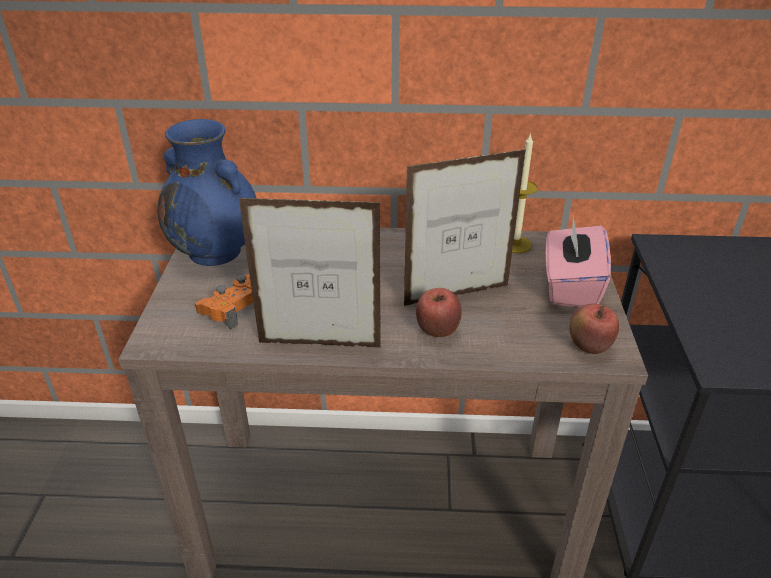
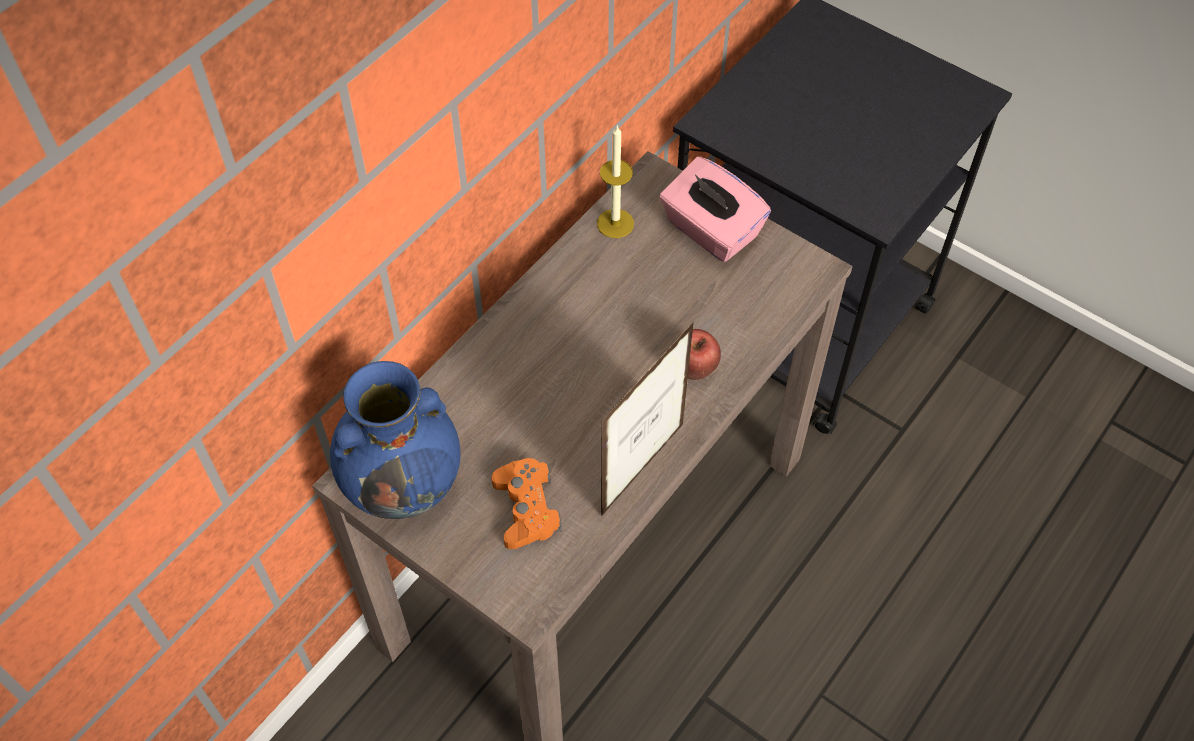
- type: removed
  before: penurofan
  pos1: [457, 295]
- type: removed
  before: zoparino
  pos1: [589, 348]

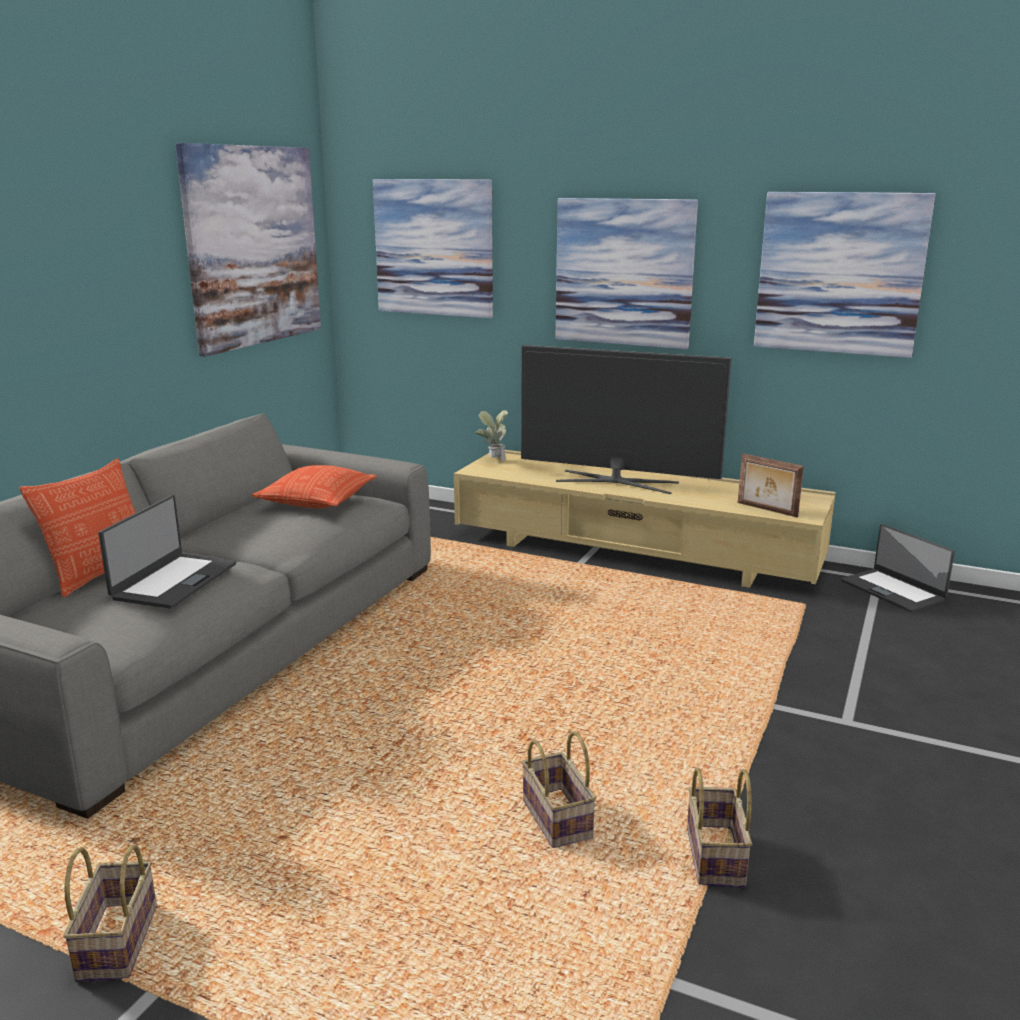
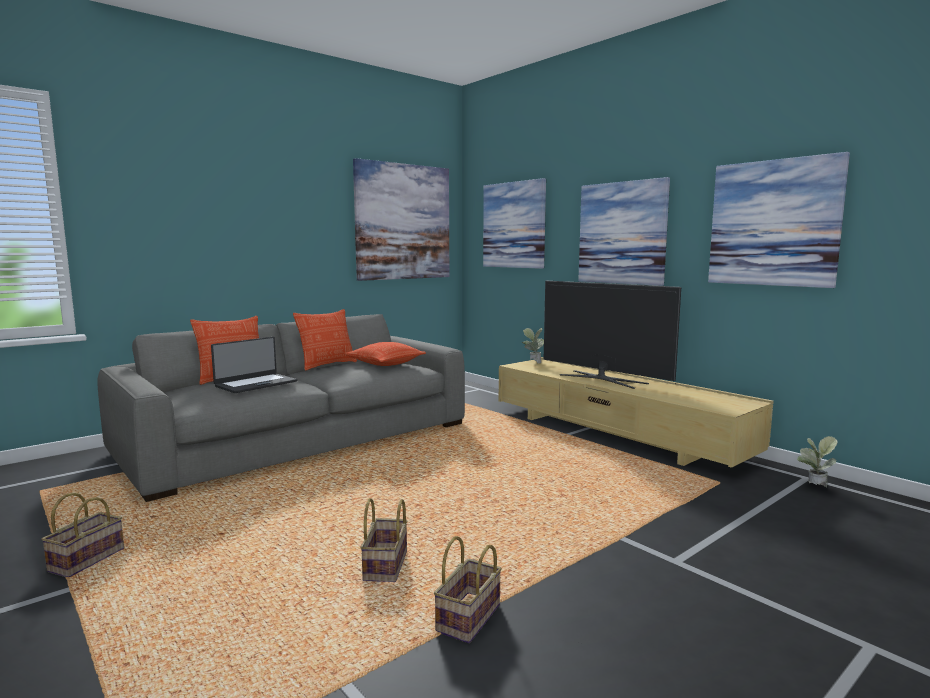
- type: added
  after: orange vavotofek
  pos2: [327, 365]
- type: replaced
  before: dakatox
  after: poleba
  pos1: [893, 590]
  pos2: [813, 487]
- type: removed
  before: penurofan
  pos1: [766, 510]

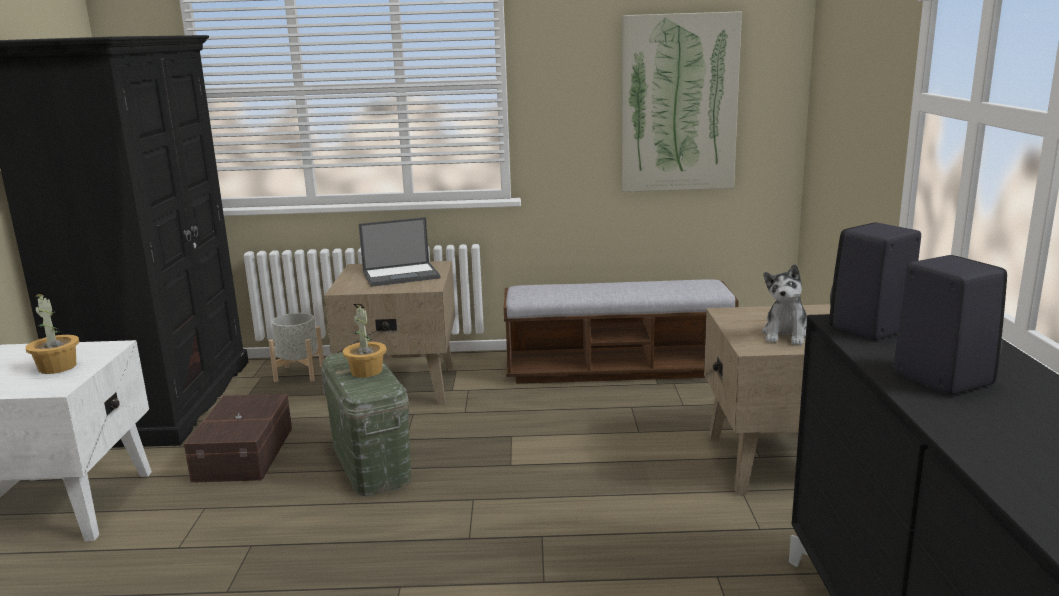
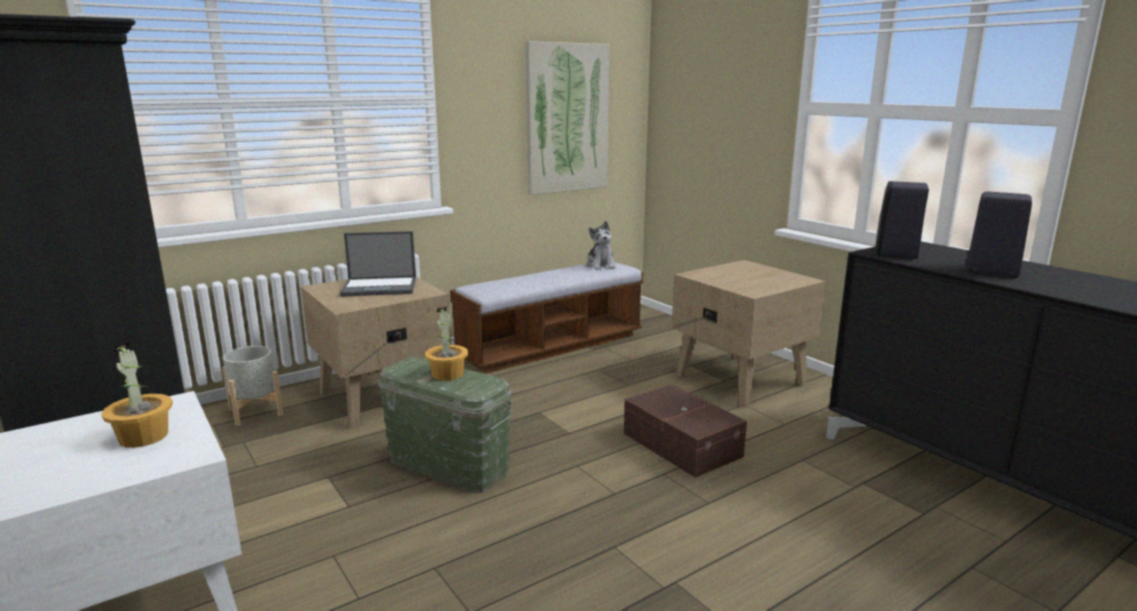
- type: turned
  before: dakatox
  pos1: [402, 275]
  pos2: [380, 287]
  turn: 45
- type: moved
  before: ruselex
  pos1: [786, 335]
  pos2: [601, 265]
- type: moved
  before: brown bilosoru
  pos1: [246, 453]
  pos2: [682, 444]

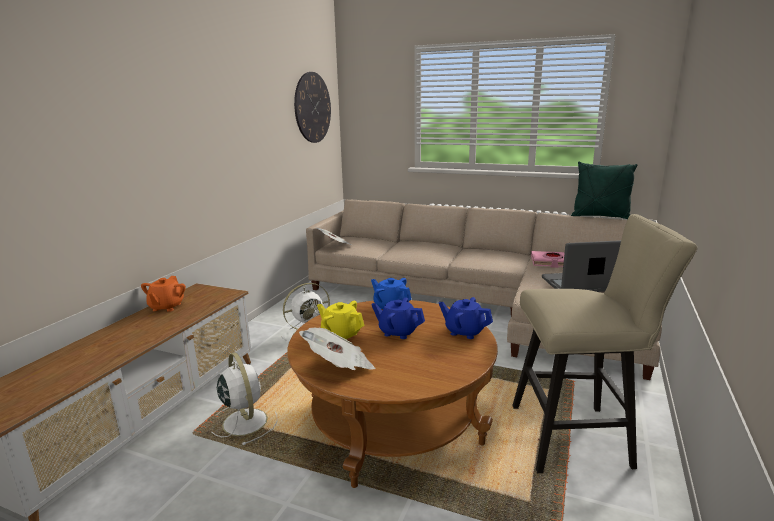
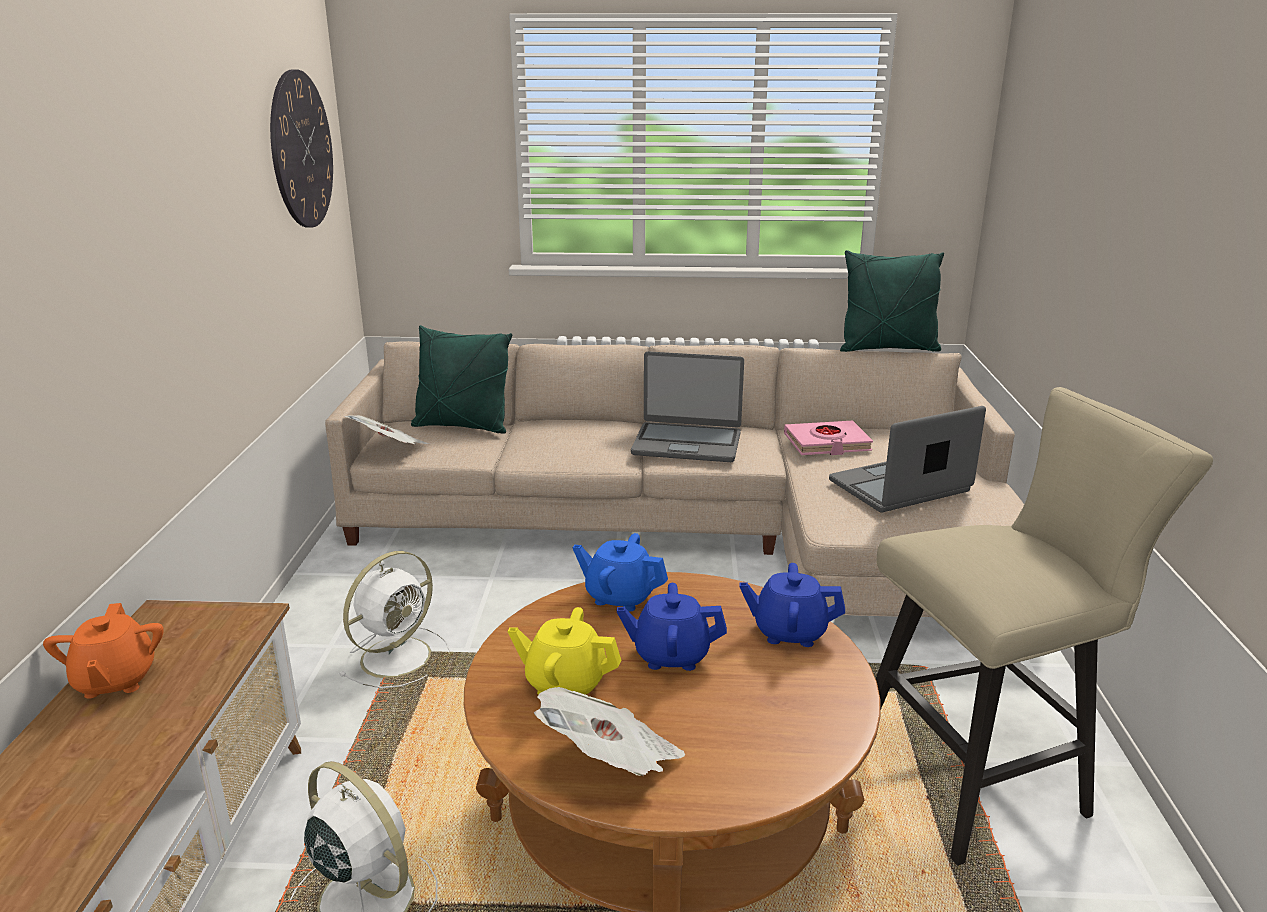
- type: added
  after: green vavotofek
  pos2: [462, 426]
- type: added
  after: dakatox
  pos2: [687, 443]

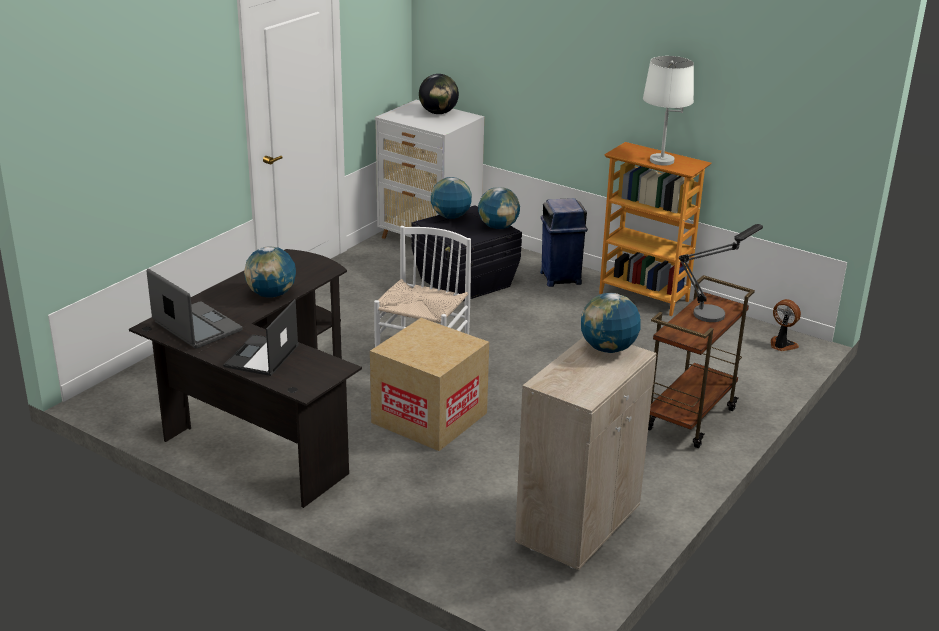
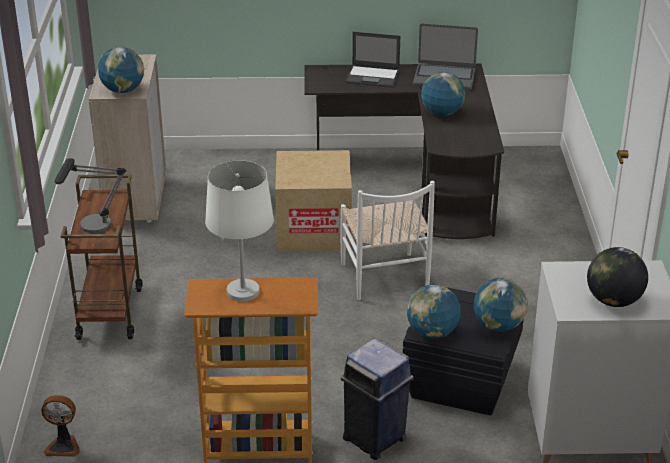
- type: turned
  before: dakatox
  pos1: [261, 356]
  pos2: [373, 77]
  turn: 120

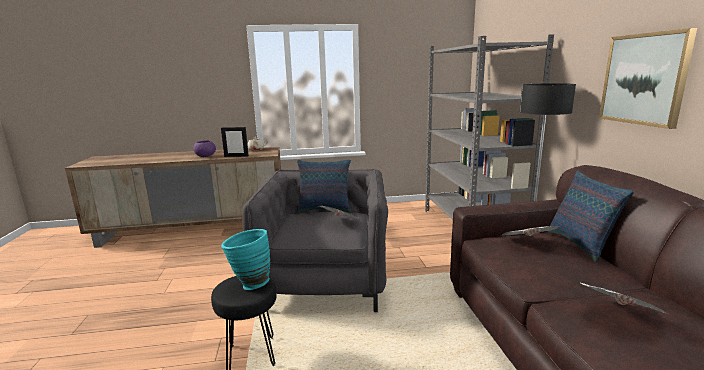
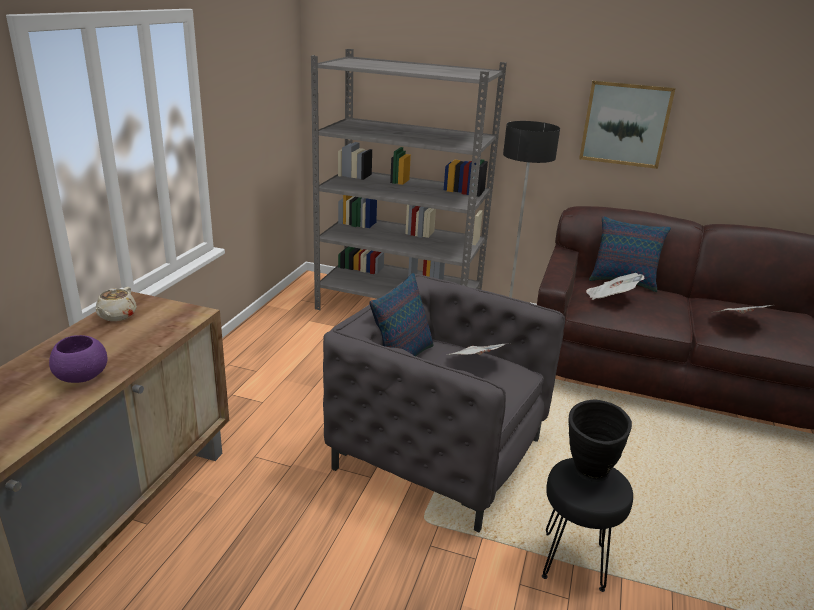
- type: recoloured
  before: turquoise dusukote
  after: black dusukote
  pos1: [249, 284]
  pos2: [588, 475]
- type: removed
  before: penurofan
  pos1: [236, 156]

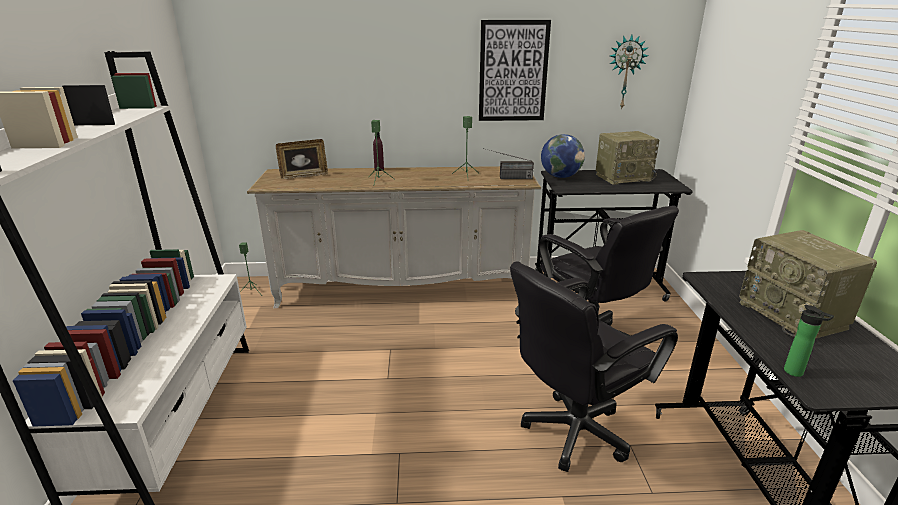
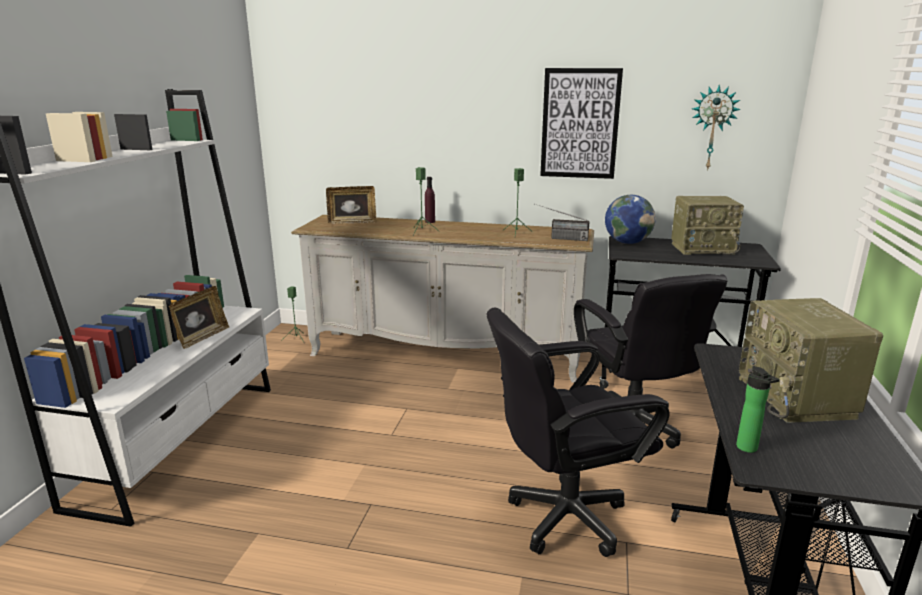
- type: added
  after: penurofan
  pos2: [202, 337]

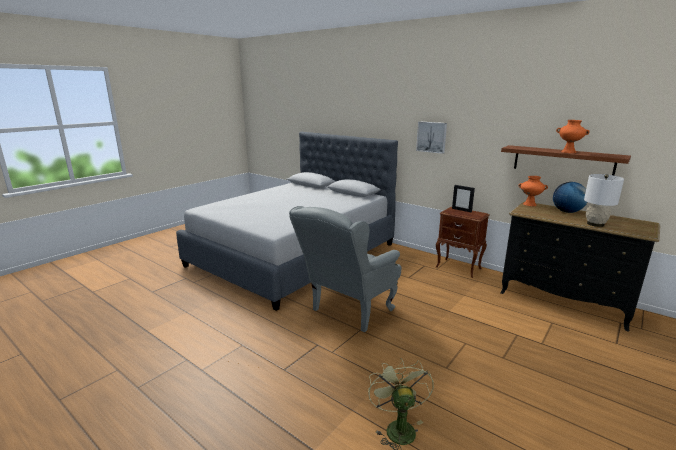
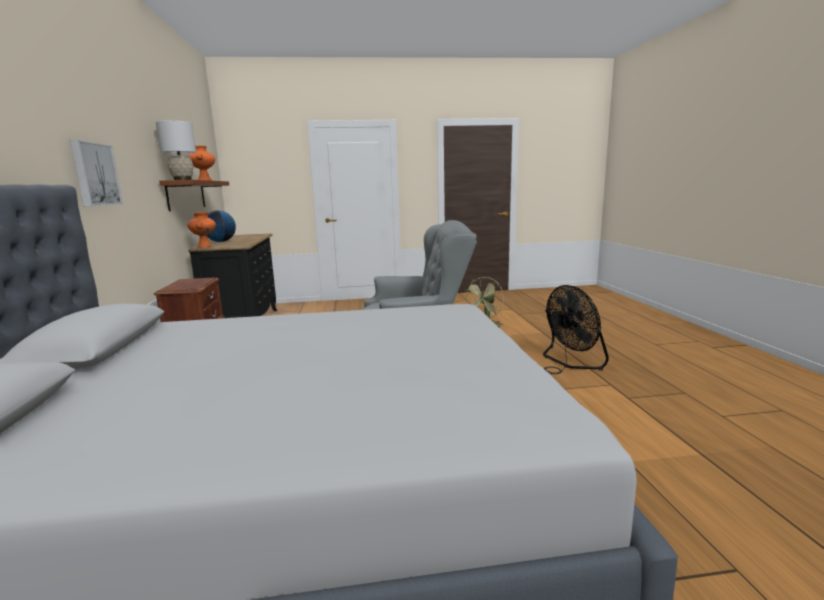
- type: moved
  before: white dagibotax
  pos1: [595, 224]
  pos2: [182, 179]
- type: added
  after: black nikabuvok
  pos2: [565, 361]
- type: removed
  before: penurofan
  pos1: [462, 210]

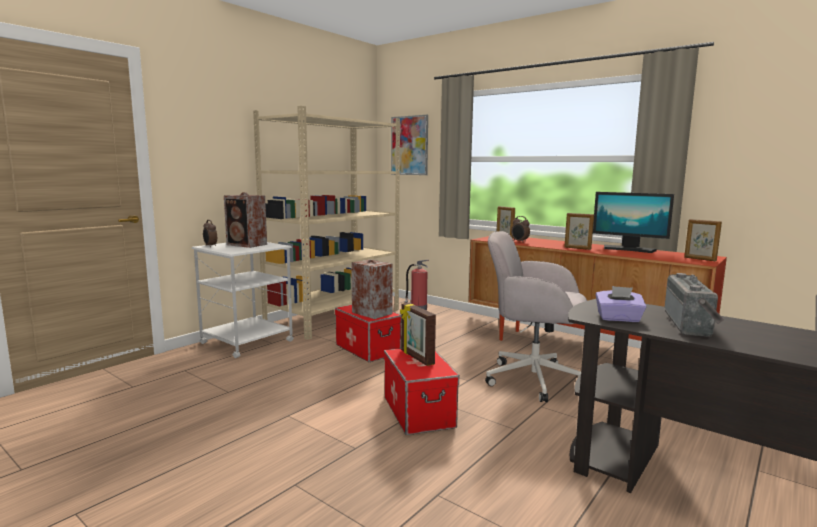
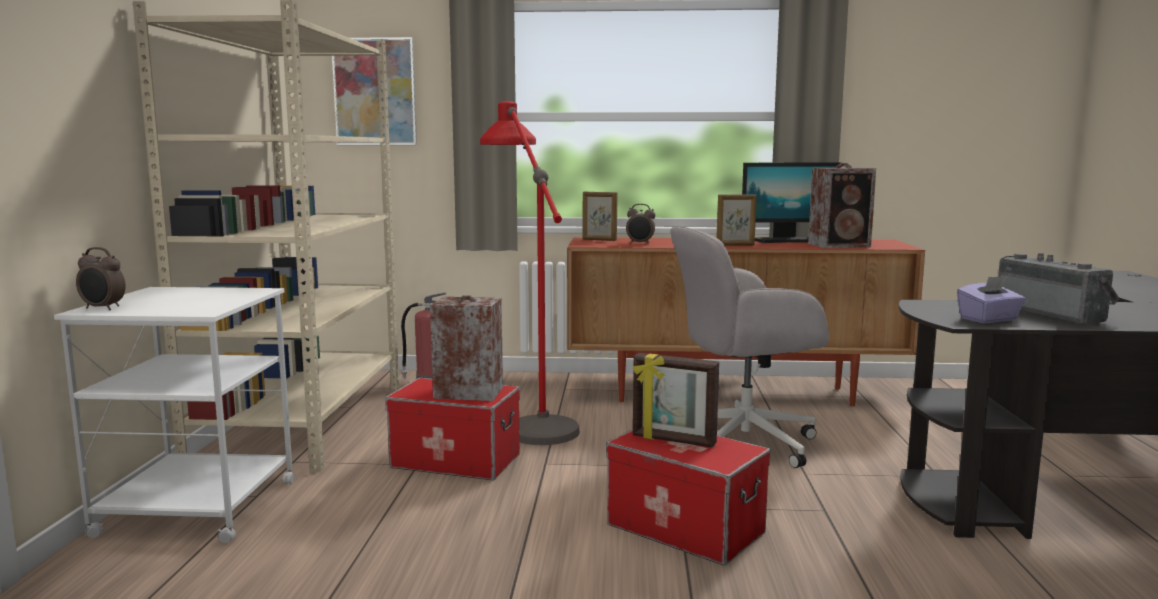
- type: added
  after: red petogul
  pos2: [529, 415]
- type: moved
  before: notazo
  pos1: [247, 245]
  pos2: [841, 245]
- type: removed
  before: penurofan
  pos1: [700, 259]

